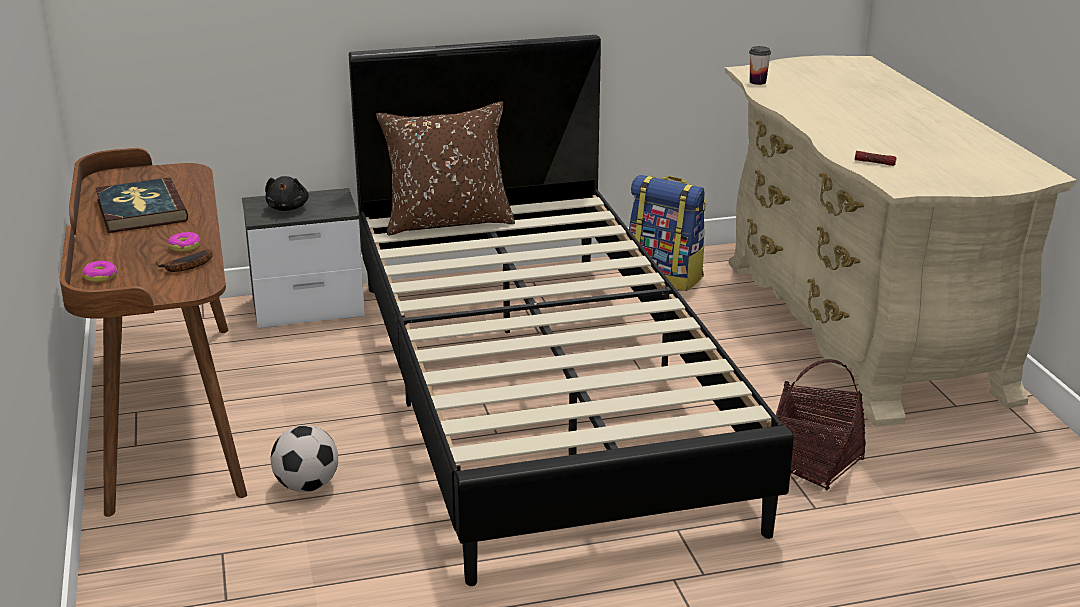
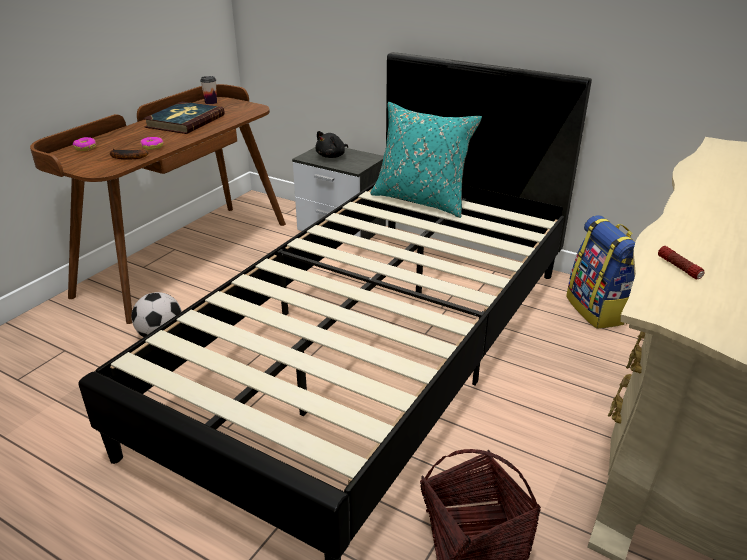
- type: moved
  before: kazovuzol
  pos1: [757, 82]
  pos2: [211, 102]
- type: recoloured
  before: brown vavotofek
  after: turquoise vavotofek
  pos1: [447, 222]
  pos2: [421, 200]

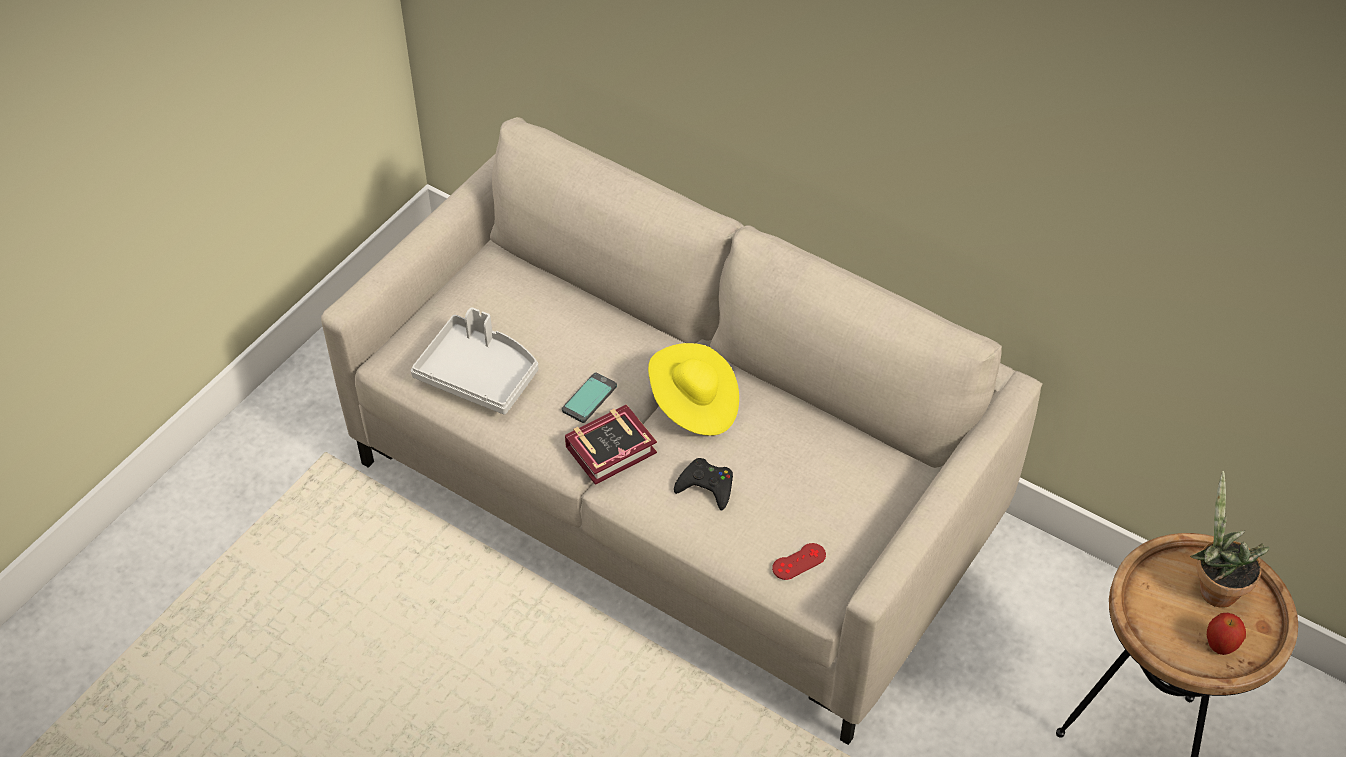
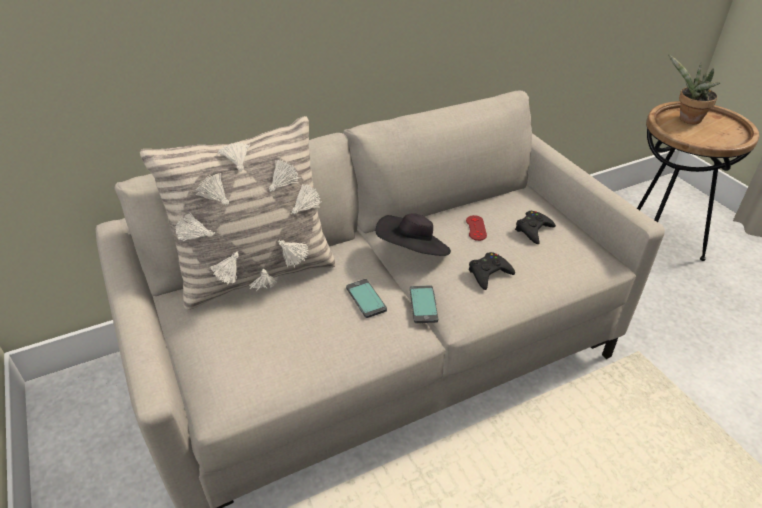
- type: added
  after: beige vavotofek
  pos2: [257, 275]
- type: recoloured
  before: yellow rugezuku
  after: black rugezuku
  pos1: [694, 405]
  pos2: [413, 253]
- type: replaced
  before: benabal
  after: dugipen
  pos1: [615, 450]
  pos2: [423, 305]
- type: moved
  before: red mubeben
  pos1: [799, 561]
  pos2: [476, 228]
- type: added
  after: black mubeben
  pos2: [533, 230]
- type: removed
  before: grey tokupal
  pos1: [479, 374]
- type: removed
  before: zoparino
  pos1: [1220, 646]

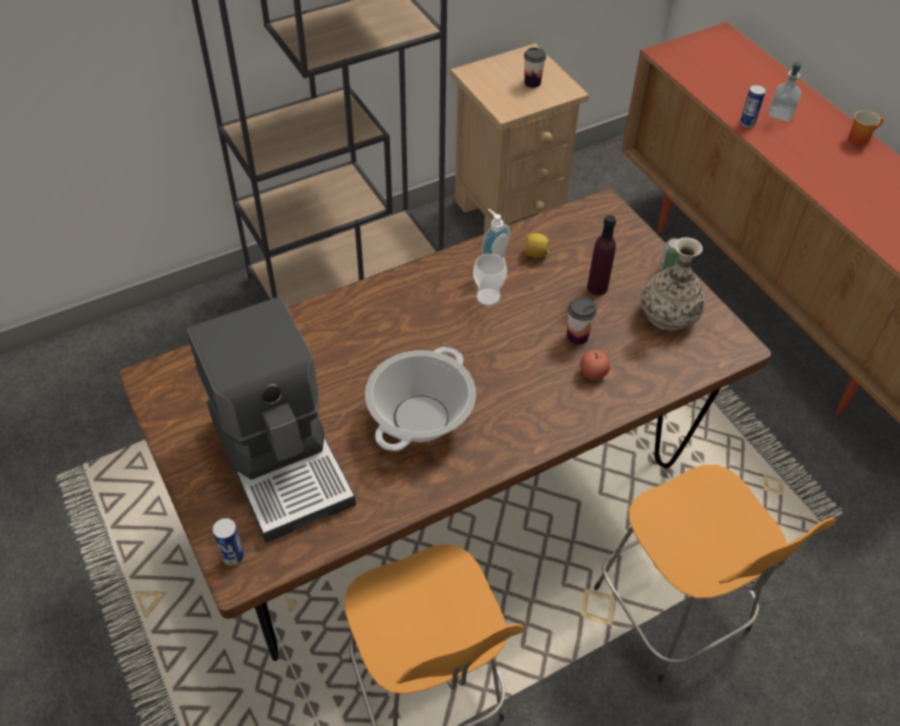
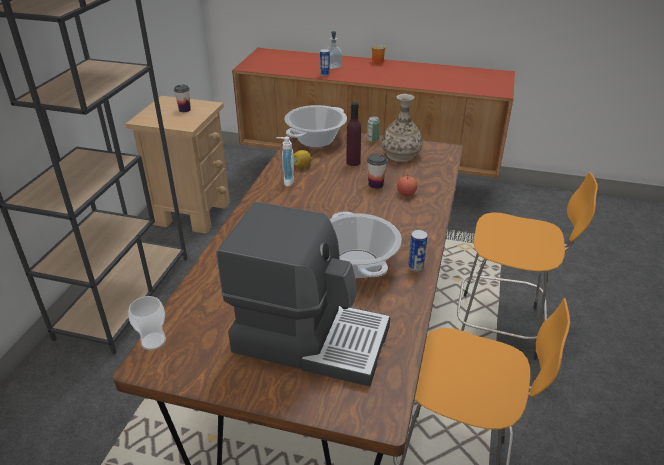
- type: moved
  before: kazovuzol
  pos1: [488, 297]
  pos2: [153, 341]
- type: added
  after: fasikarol
  pos2: [316, 140]
- type: moved
  before: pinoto
  pos1: [233, 557]
  pos2: [416, 267]

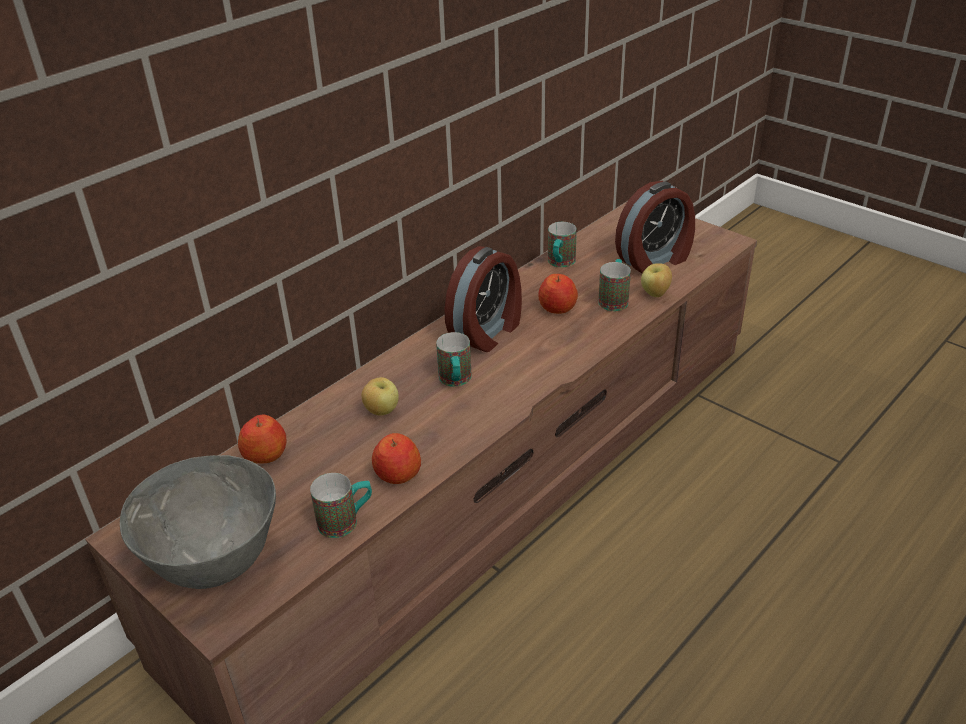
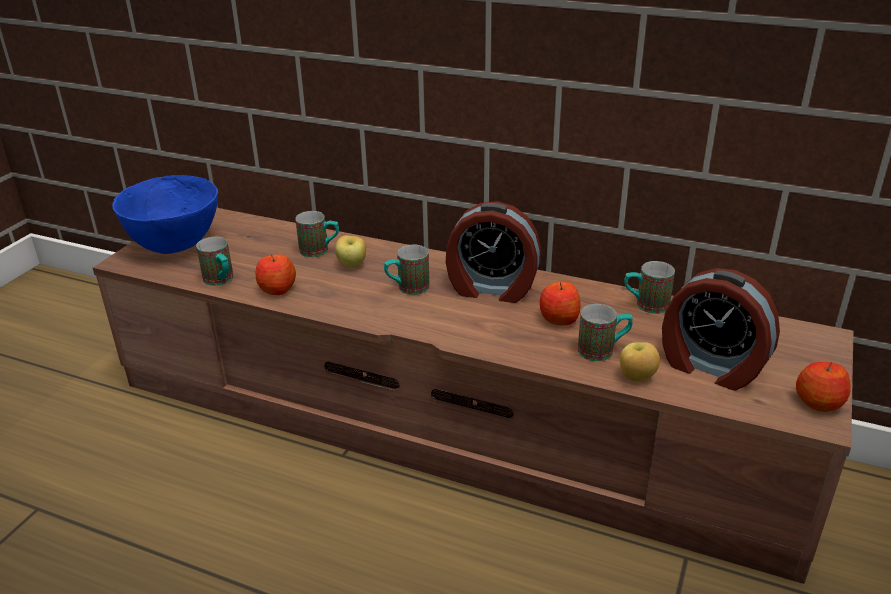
- type: recoloured
  before: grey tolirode
  after: blue tolirode
  pos1: [214, 562]
  pos2: [174, 246]
- type: added
  after: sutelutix
  pos2: [320, 251]
- type: moved
  before: zoparino
  pos1: [265, 454]
  pos2: [818, 402]

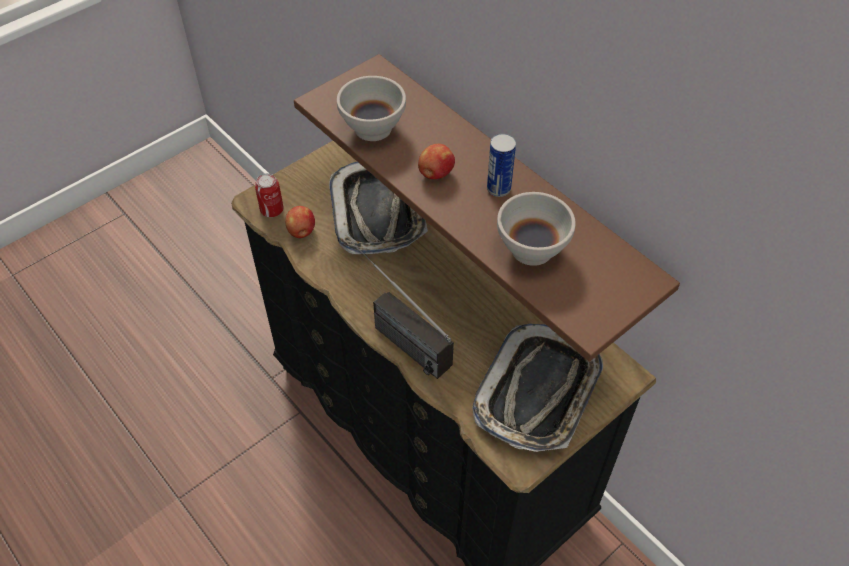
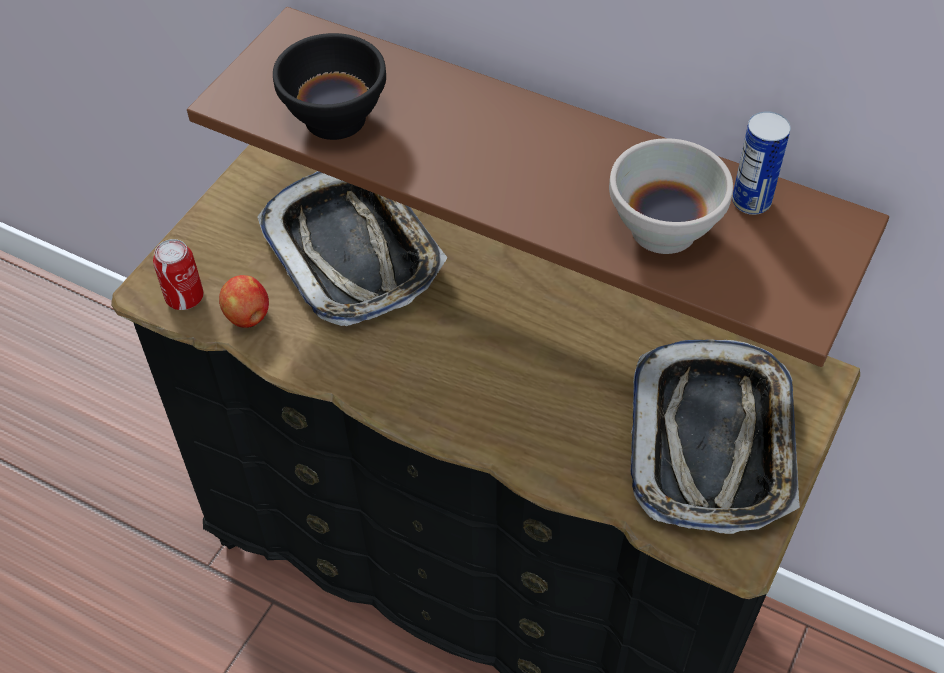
- type: recoloured
  before: white tolirode
  after: black tolirode
  pos1: [373, 129]
  pos2: [336, 120]
- type: moved
  before: pinoto
  pos1: [498, 188]
  pos2: [751, 201]
- type: removed
  before: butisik
  pos1: [394, 334]
- type: removed
  before: zoparino
  pos1: [435, 174]

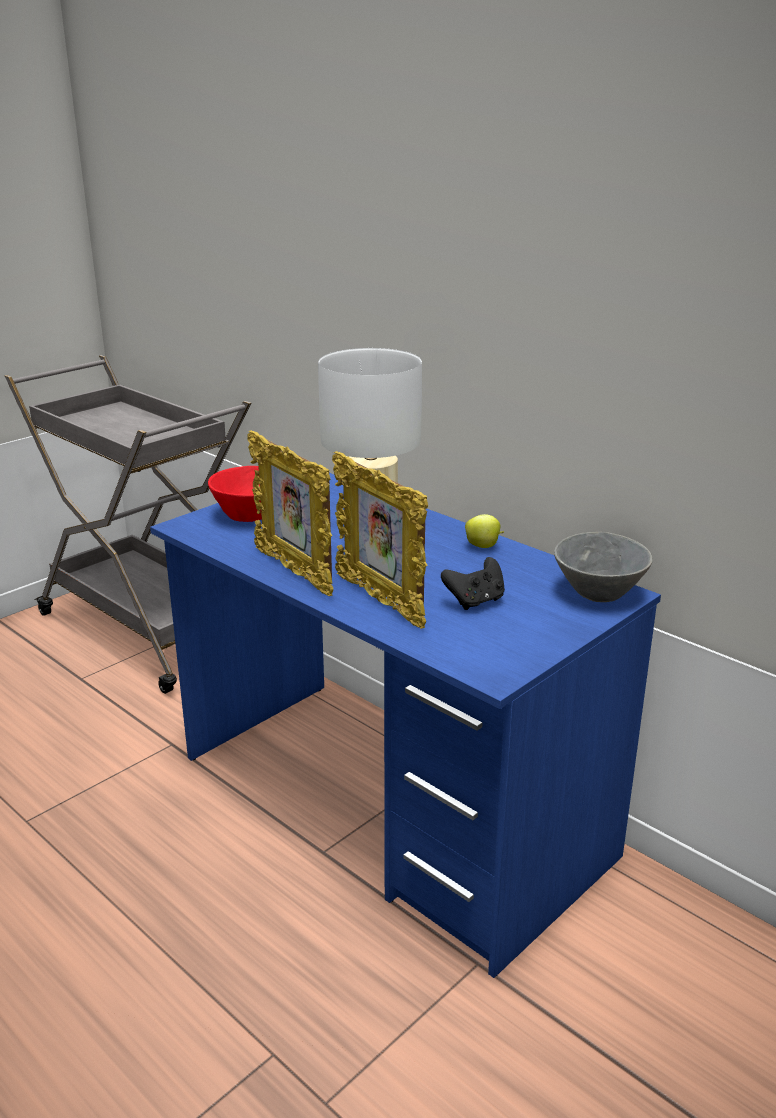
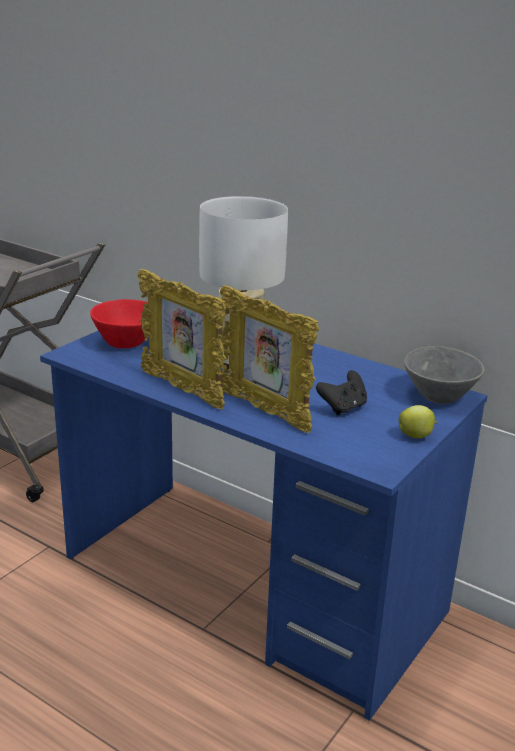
- type: moved
  before: zoparino
  pos1: [483, 546]
  pos2: [416, 436]

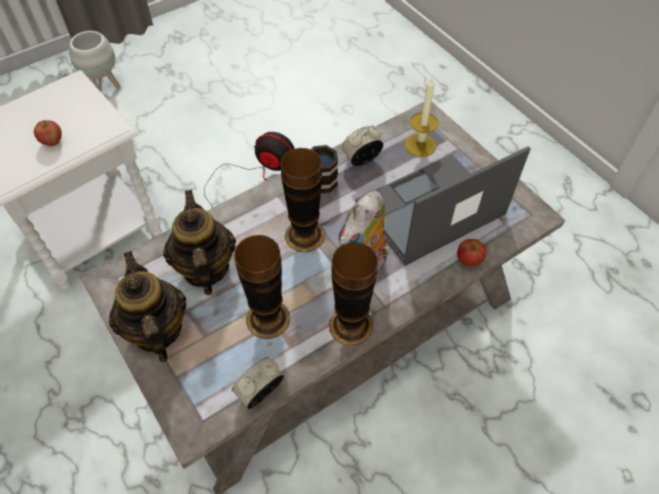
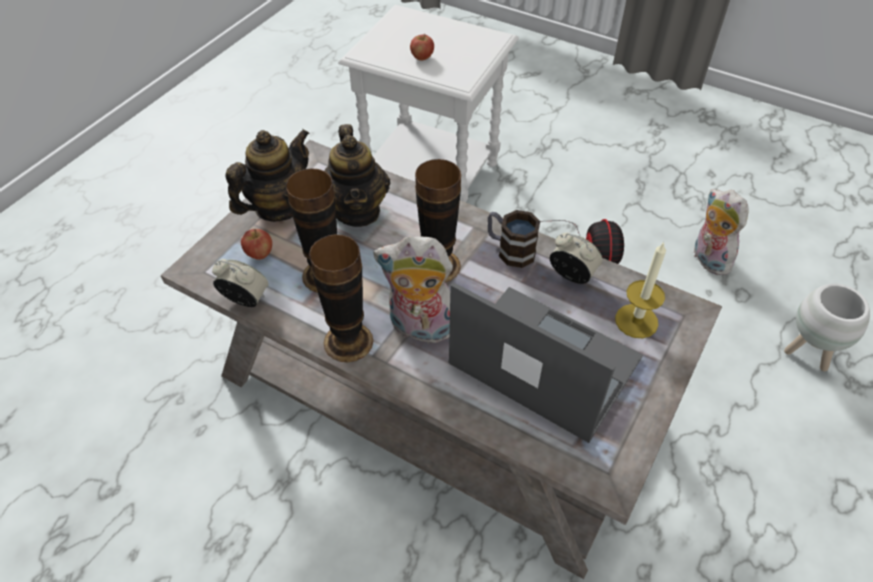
- type: moved
  before: zoparino
  pos1: [469, 260]
  pos2: [259, 254]
- type: turned
  before: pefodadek
  pos1: [205, 268]
  pos2: [357, 210]
  turn: 120
- type: added
  after: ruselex
  pos2: [707, 259]
- type: moved
  before: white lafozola
  pos1: [104, 88]
  pos2: [807, 354]

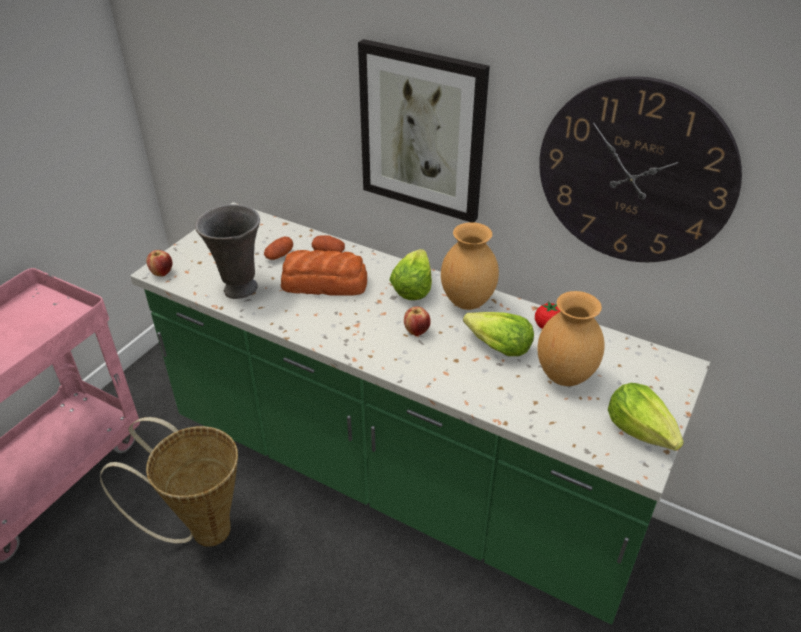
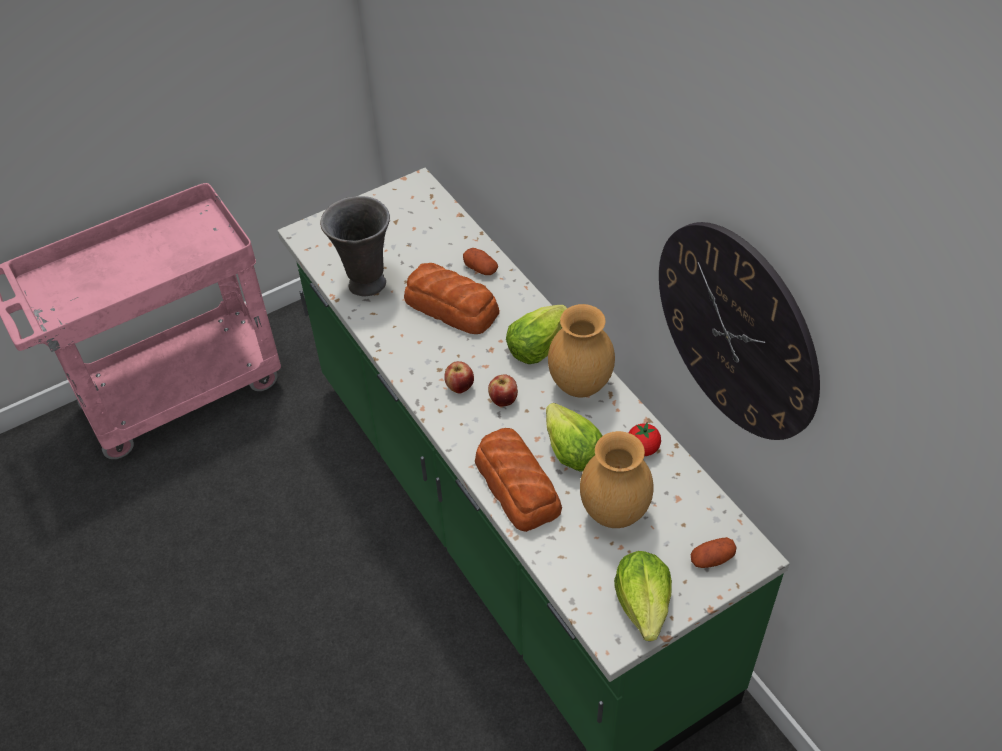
- type: moved
  before: zoparino
  pos1: [162, 273]
  pos2: [460, 387]
- type: added
  after: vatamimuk
  pos2: [517, 484]
- type: moved
  before: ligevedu
  pos1: [279, 255]
  pos2: [712, 559]
- type: removed
  before: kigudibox
  pos1: [202, 529]
- type: removed
  before: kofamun
  pos1: [422, 132]

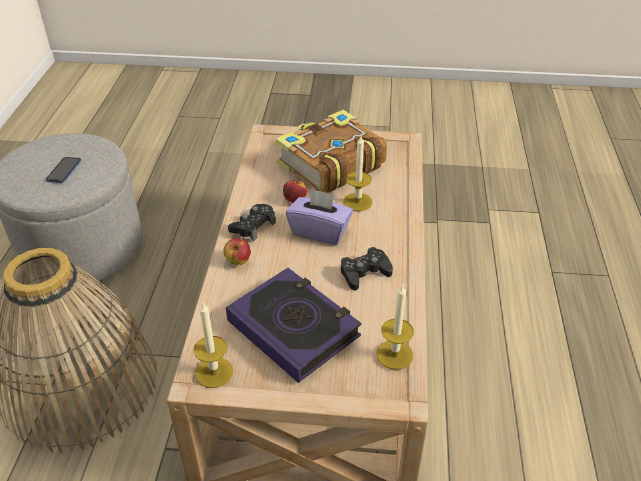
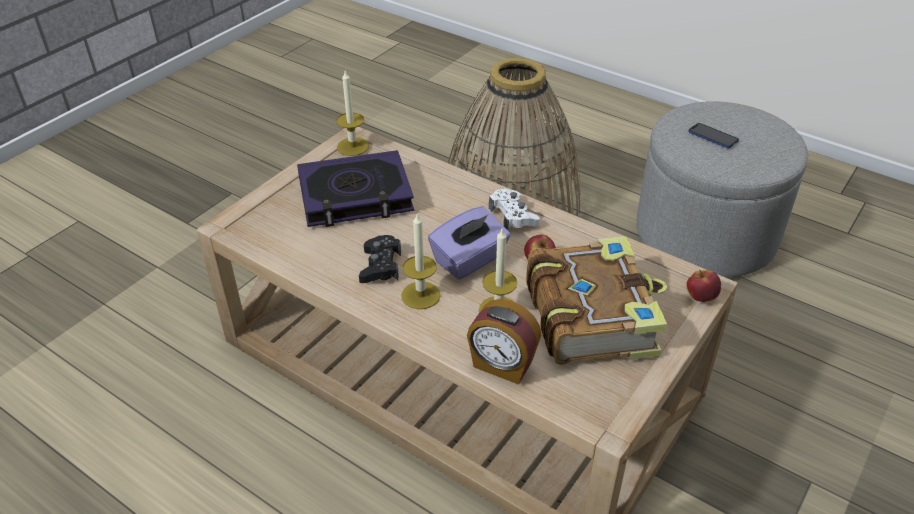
- type: moved
  before: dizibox
  pos1: [394, 354]
  pos2: [420, 295]
- type: added
  after: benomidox
  pos2: [502, 365]
- type: recoloured
  before: black mubeben
  after: white mubeben
  pos1: [253, 226]
  pos2: [513, 216]
- type: moved
  before: zoparino
  pos1: [238, 261]
  pos2: [700, 297]

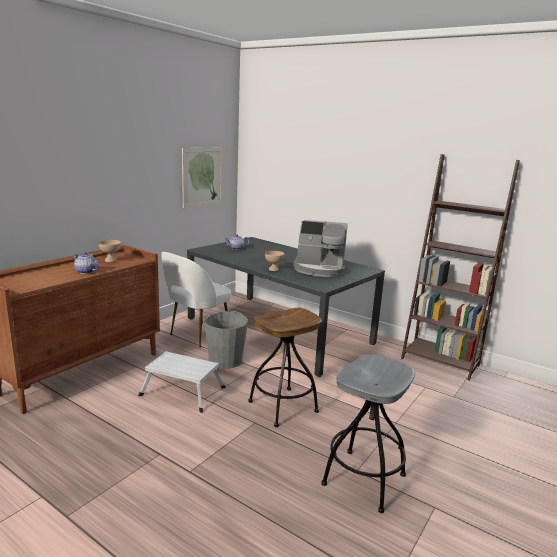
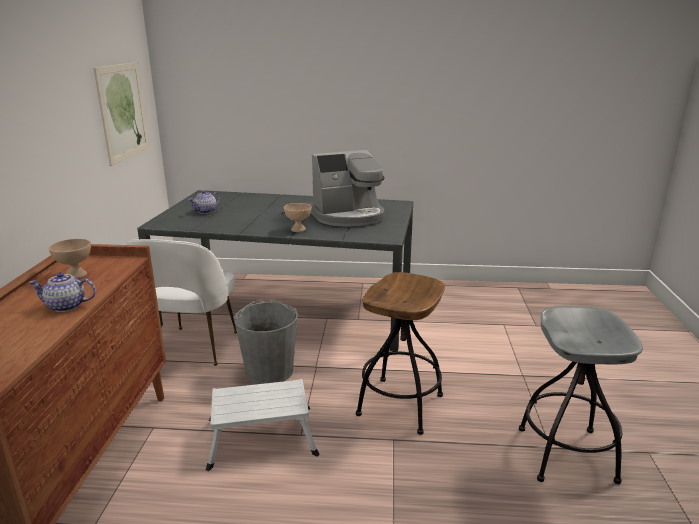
- type: removed
  before: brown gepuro
  pos1: [440, 361]

